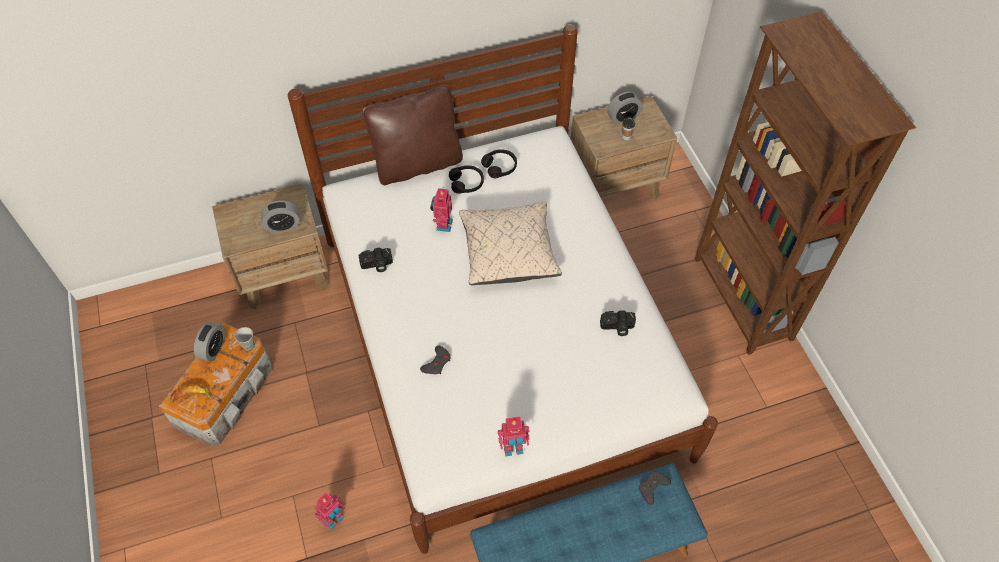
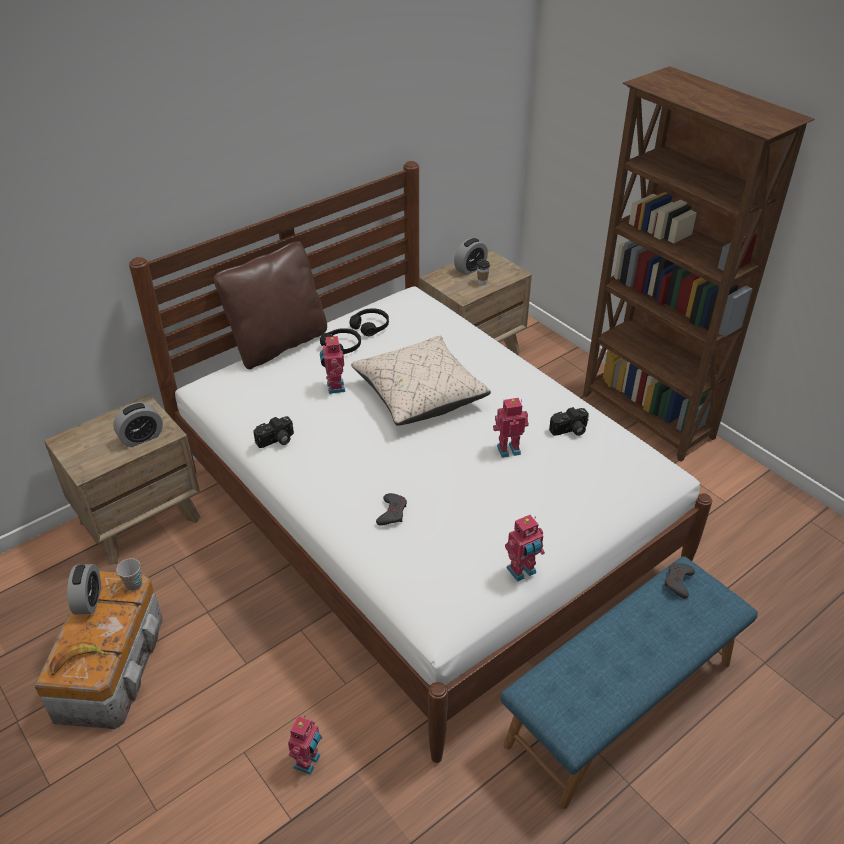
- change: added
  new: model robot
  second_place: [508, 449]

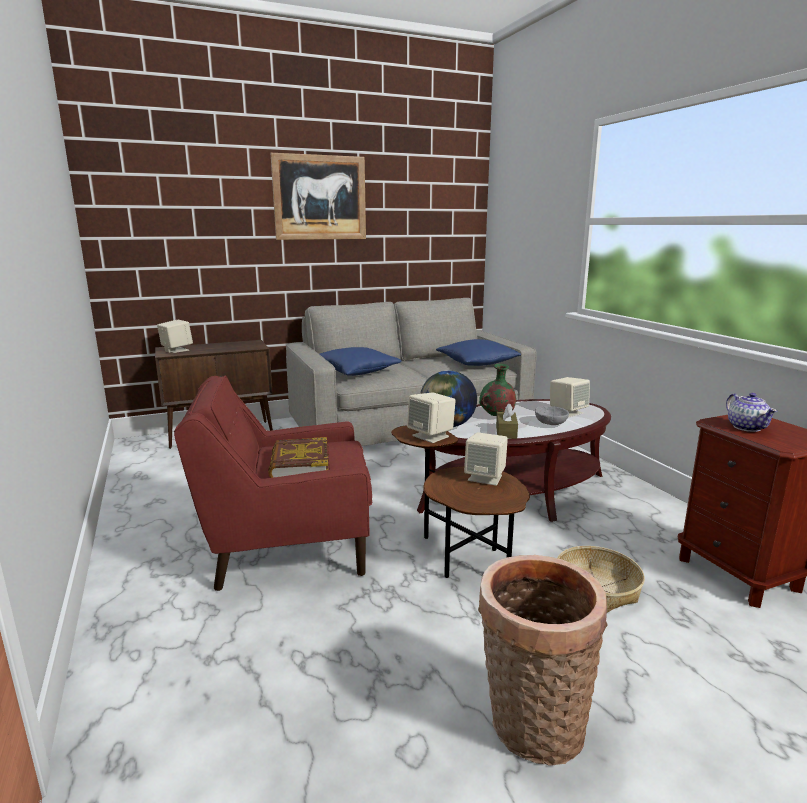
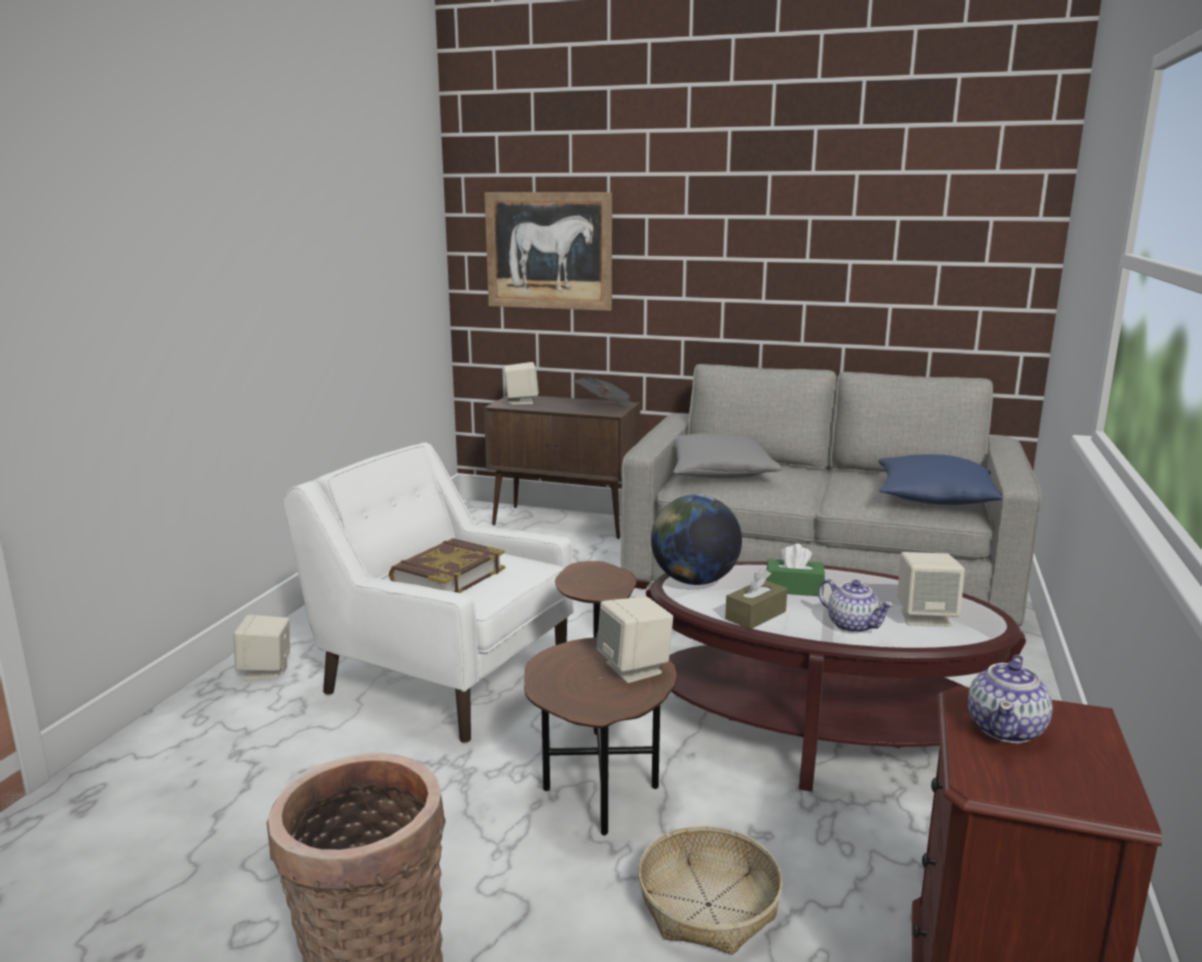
- change: recoloured
  old: lounge chair/red
  new: lounge chair/white
  first_place: [287, 546]
  second_place: [444, 676]
- change: moved
  old: picture
  first_place: [320, 198]
  second_place: [548, 251]
- change: recoloured
  old: cushion/blue
  new: cushion/grey
  first_place: [355, 372]
  second_place: [720, 473]
- change: moved
  old: audio speaker/sand-coloured
  first_place: [431, 436]
  second_place: [266, 671]
- change: replaced
  old: decorative vase/green
  new: box of tissues/green
  first_place: [496, 416]
  second_place: [794, 588]
- change: replaced
  old: deep dish/grey
  new: pot for tea
  first_place: [550, 424]
  second_place: [853, 625]
- change: added
  new: newspaper
  second_place: [605, 407]

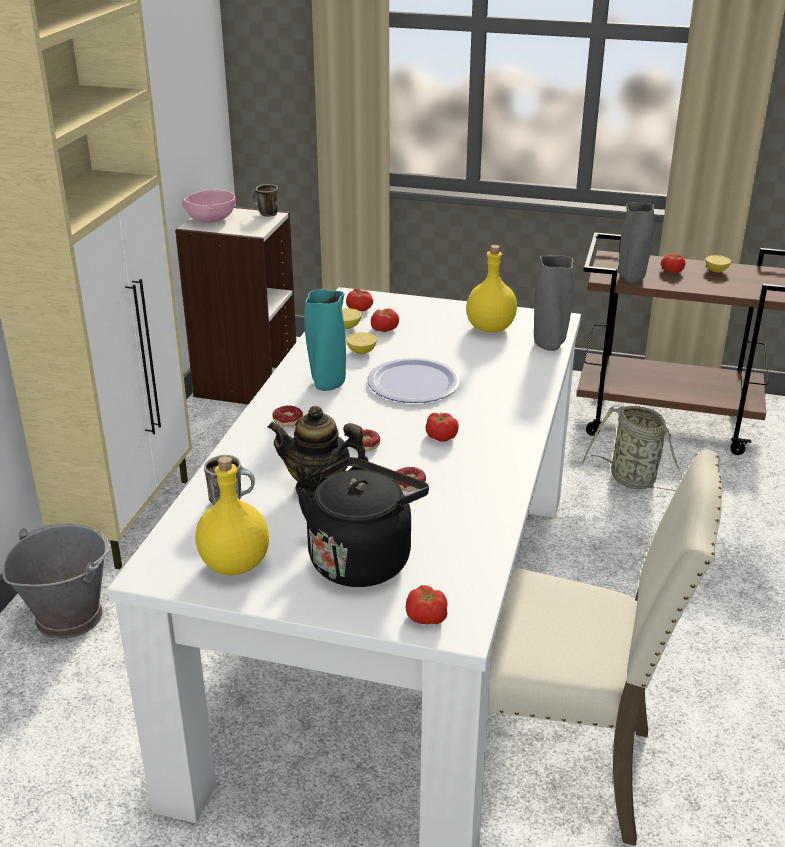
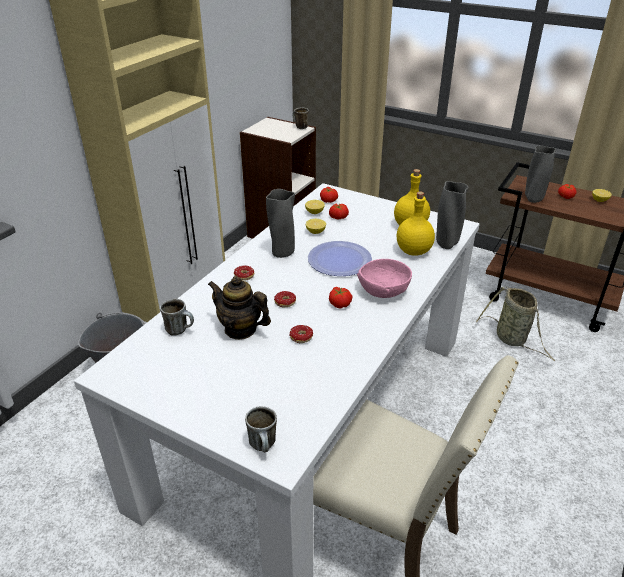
- change: moved
  old: deep dish/pink-coloured
  first_place: [211, 218]
  second_place: [383, 290]
- change: moved
  old: drink bottle/yellowish
  first_place: [234, 563]
  second_place: [413, 250]
- change: removed
  old: water kettle/blackish
  first_place: [362, 558]
- change: recoloured
  old: decorative vase/blue-green
  new: decorative vase/grey
  first_place: [327, 384]
  second_place: [282, 253]
- change: replaced
  old: fresh tomato
  new: coffee mug
  first_place: [426, 617]
  second_place: [264, 446]

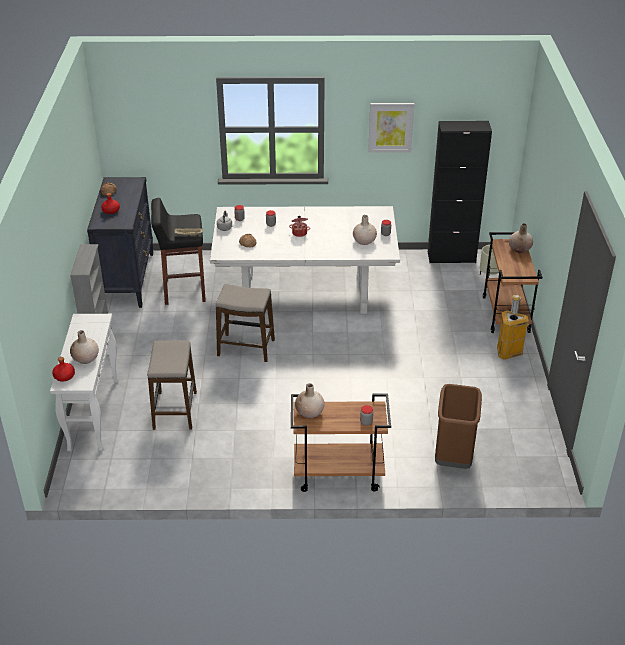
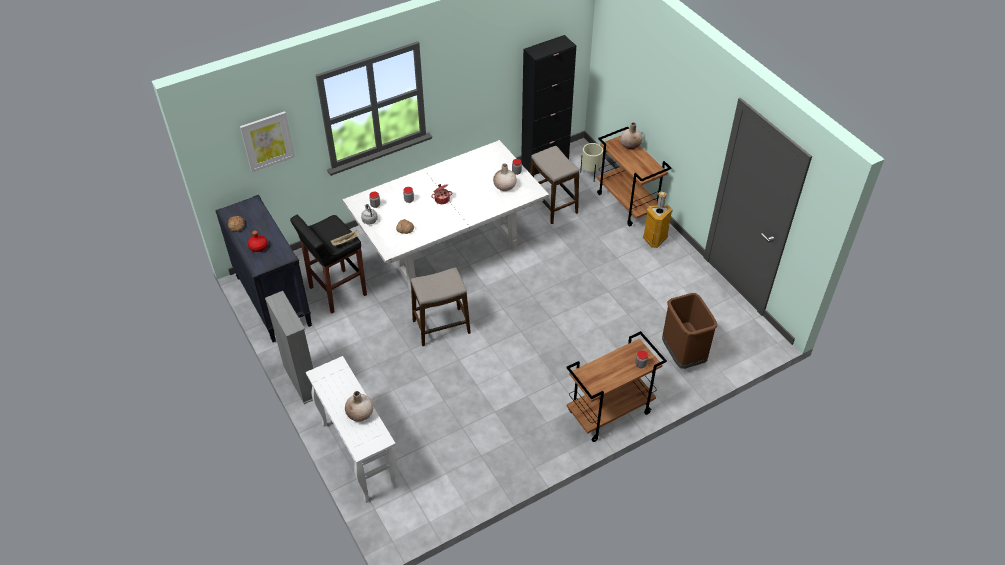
- change: removed
  old: drink bottle/red
  first_place: [64, 376]
- change: moved
  old: sitting stool
  first_place: [175, 410]
  second_place: [553, 205]
- change: removed
  old: decorative vase/sand-coloured
  first_place: [309, 412]
- change: moved
  old: picture
  first_place: [390, 127]
  second_place: [267, 141]

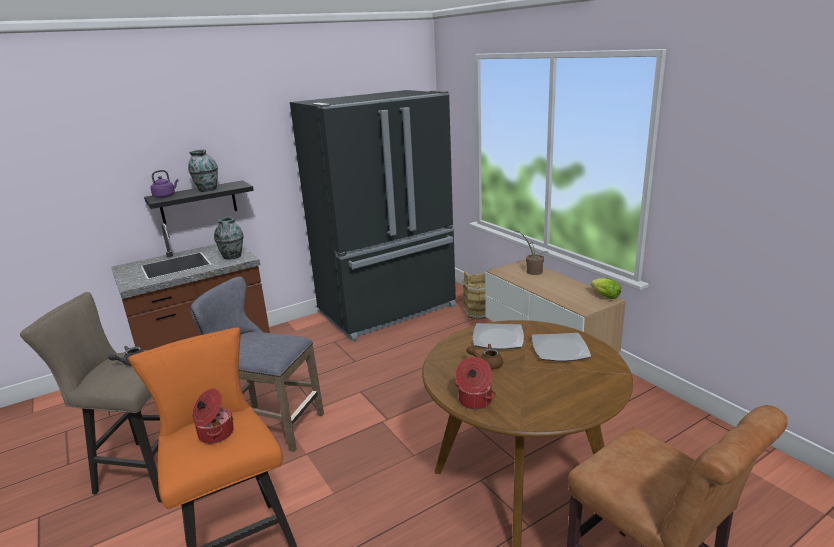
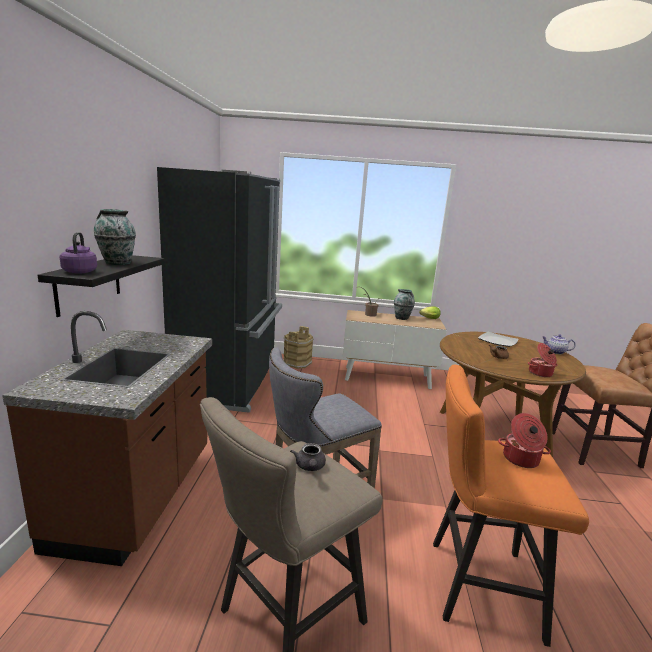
- change: moved
  old: decorative vase
  first_place: [232, 257]
  second_place: [402, 318]
- change: removed
  old: flat dish
  first_place: [498, 338]
- change: added
  new: pot for tea
  second_place: [555, 352]

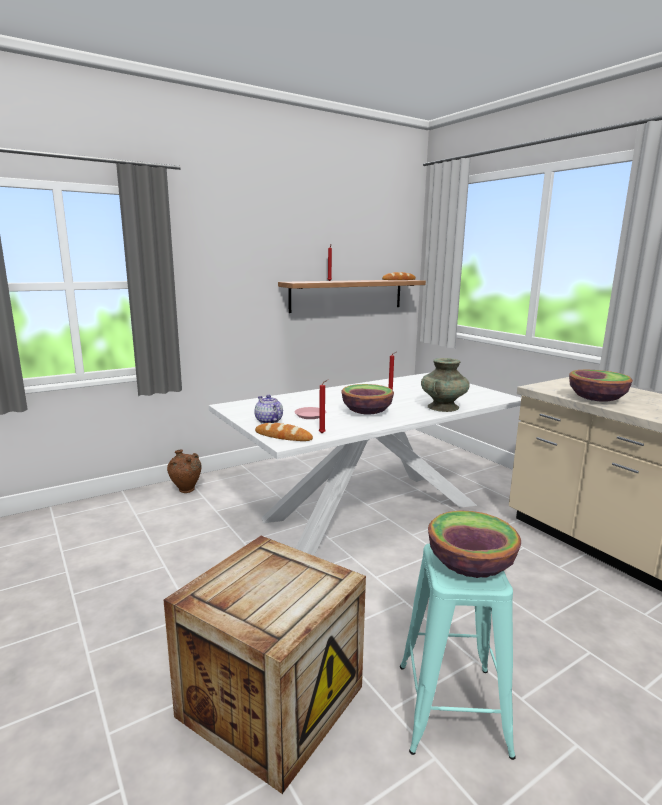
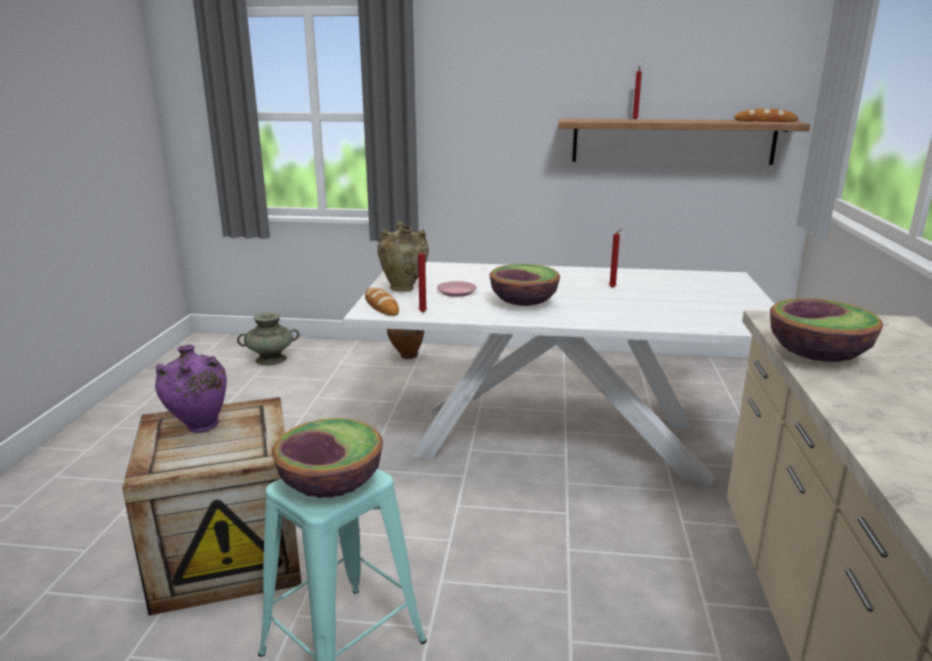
- change: replaced
  old: pot for tea
  new: decorative vase/sand-coloured
  first_place: [268, 421]
  second_place: [404, 288]
- change: moved
  old: decorative vase/blue-green
  first_place: [443, 407]
  second_place: [270, 359]
- change: added
  new: decorative vase/purplish
  second_place: [199, 428]

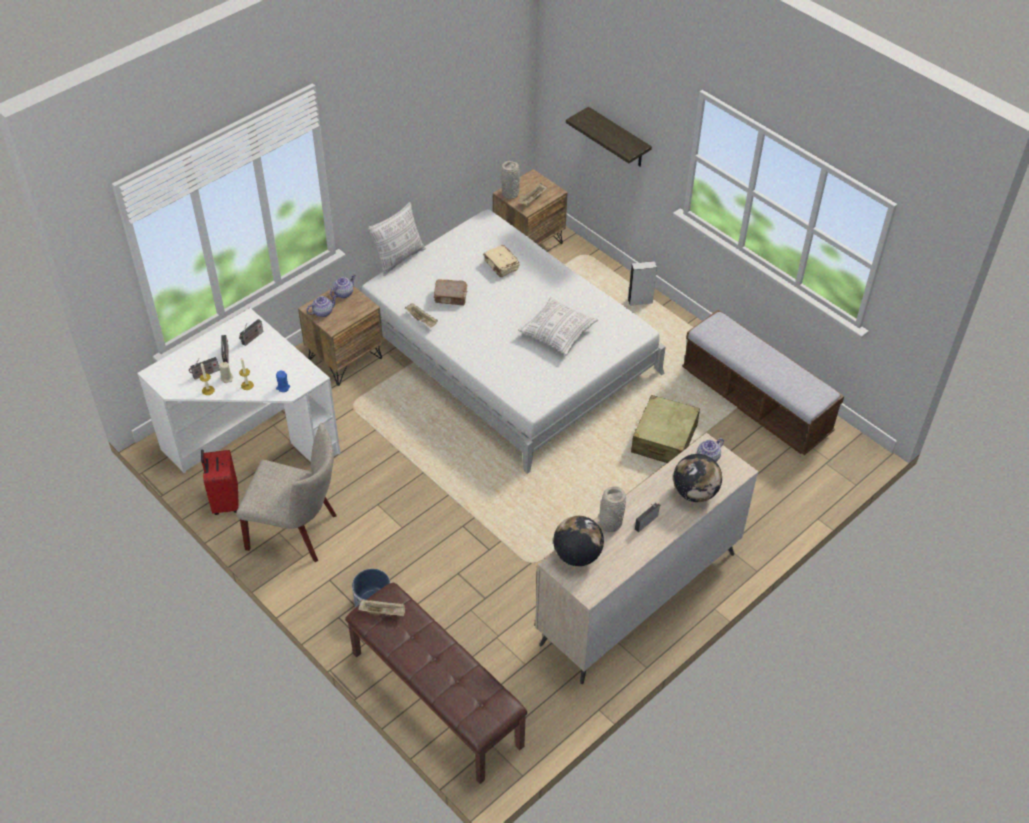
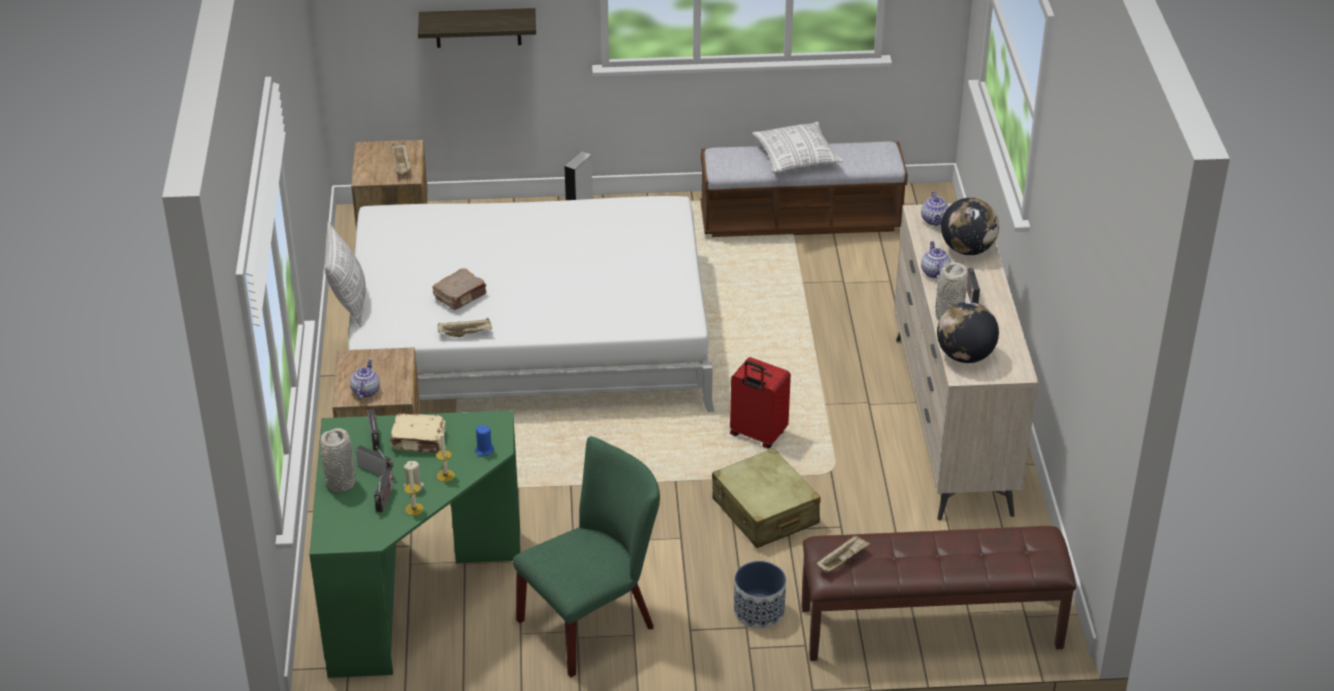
- change: recoloured
  old: desk unit/white
  new: desk unit/green
  first_place: [251, 440]
  second_place: [412, 593]
- change: moved
  old: piece of luggage/red
  first_place: [225, 502]
  second_place: [757, 435]
- change: recoloured
  old: chair/sand-coloured
  new: chair/green
  first_place: [298, 531]
  second_place: [594, 621]
- change: moved
  old: pot for tea
  first_place: [344, 293]
  second_place: [934, 272]
- change: moved
  old: book/sand-coloured
  first_place: [501, 266]
  second_place: [419, 441]
- change: moved
  old: decorative vase/grey
  first_place: [510, 194]
  second_place: [341, 482]
- change: moved
  old: cushion
  first_place: [558, 333]
  second_place: [796, 158]
- change: moved
  old: piece of luggage/sand-coloured
  first_place: [664, 439]
  second_place: [765, 512]

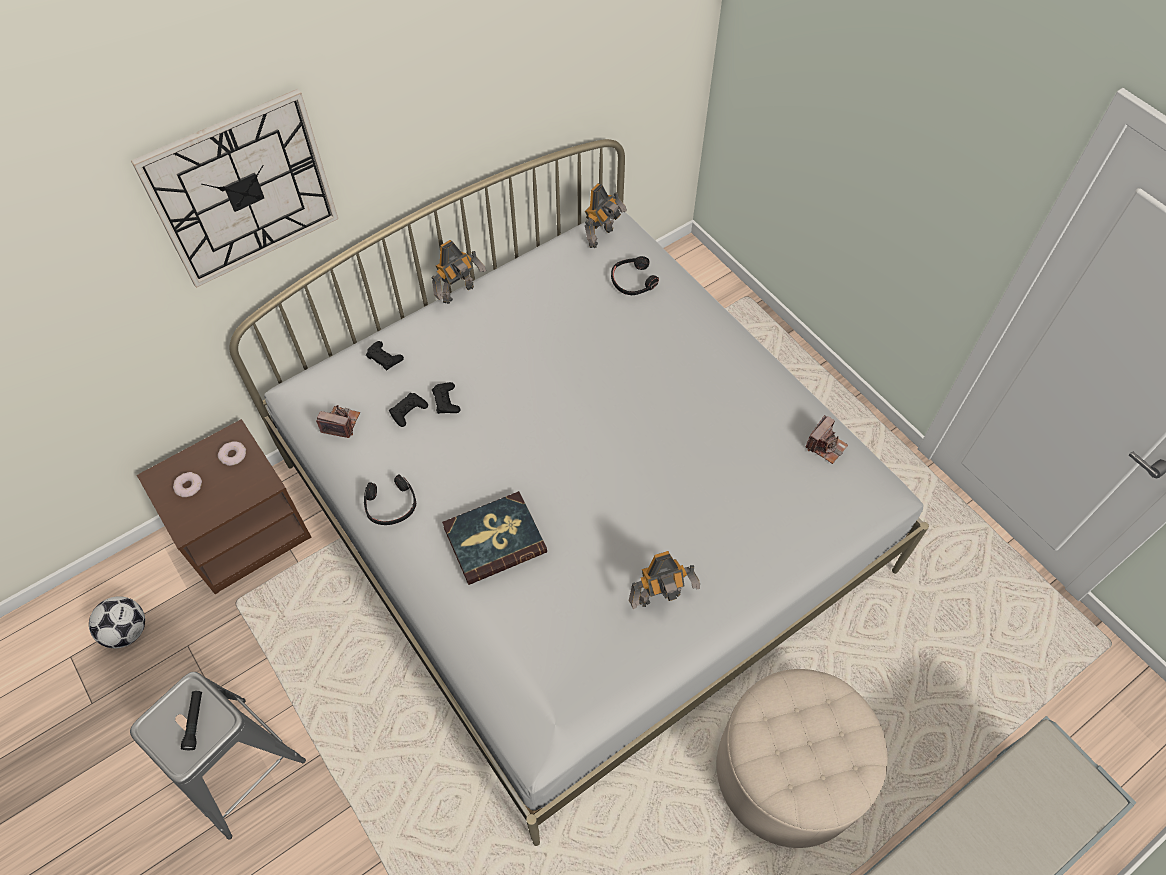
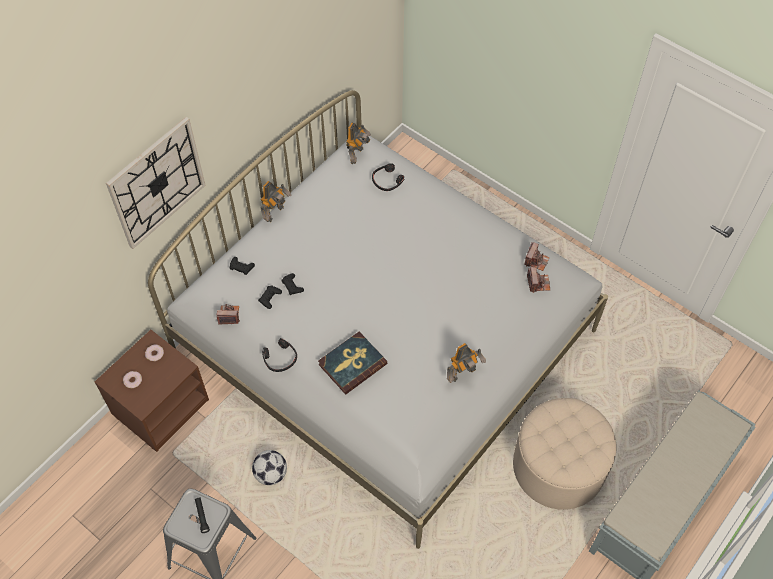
- change: moved
  old: football ball
  first_place: [127, 631]
  second_place: [271, 474]
- change: added
  new: photo camera
  second_place: [538, 283]

